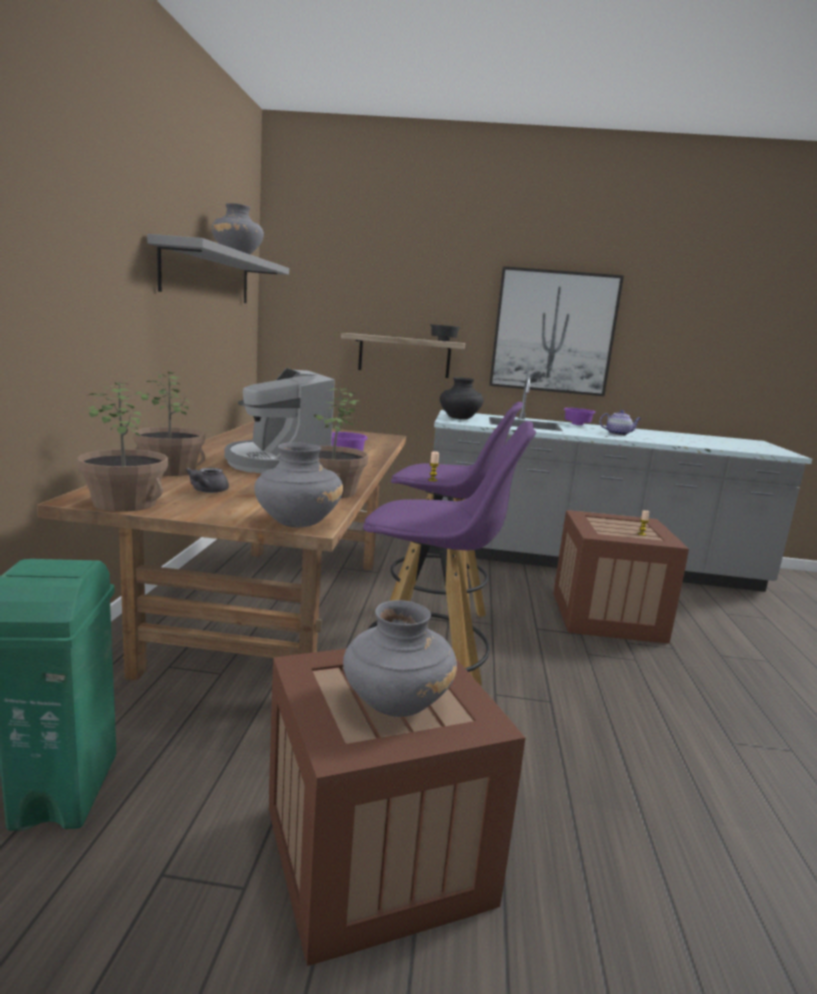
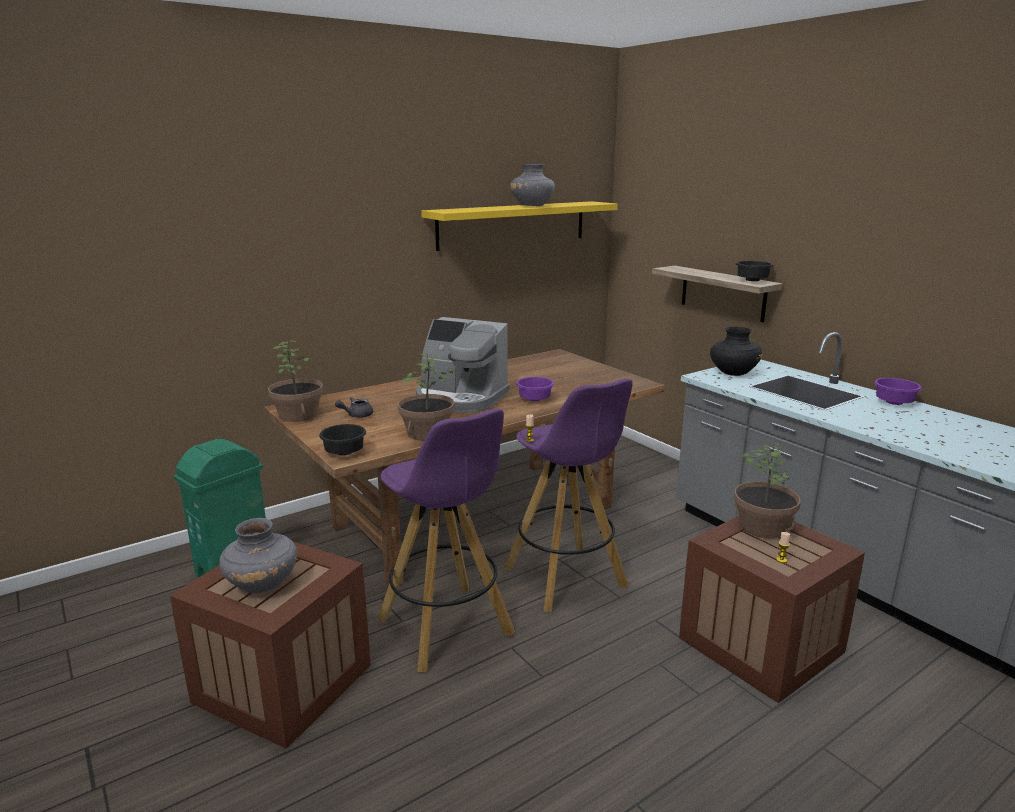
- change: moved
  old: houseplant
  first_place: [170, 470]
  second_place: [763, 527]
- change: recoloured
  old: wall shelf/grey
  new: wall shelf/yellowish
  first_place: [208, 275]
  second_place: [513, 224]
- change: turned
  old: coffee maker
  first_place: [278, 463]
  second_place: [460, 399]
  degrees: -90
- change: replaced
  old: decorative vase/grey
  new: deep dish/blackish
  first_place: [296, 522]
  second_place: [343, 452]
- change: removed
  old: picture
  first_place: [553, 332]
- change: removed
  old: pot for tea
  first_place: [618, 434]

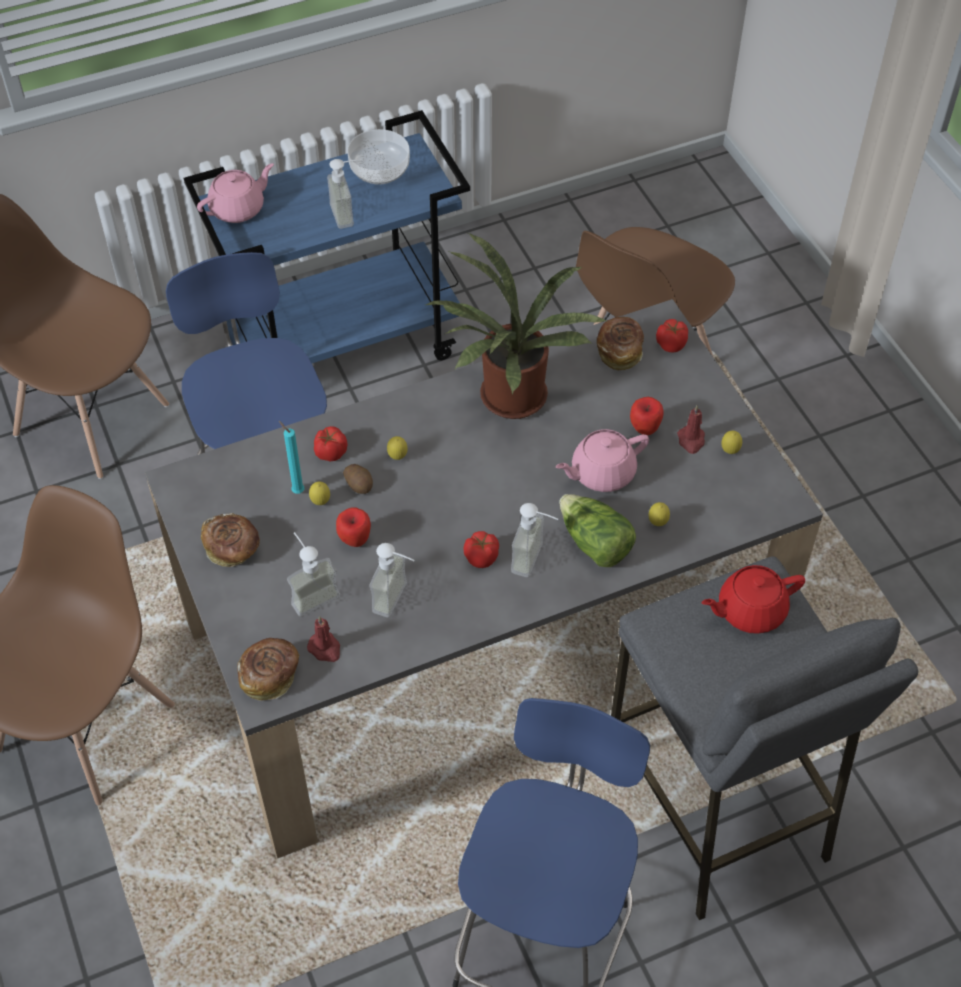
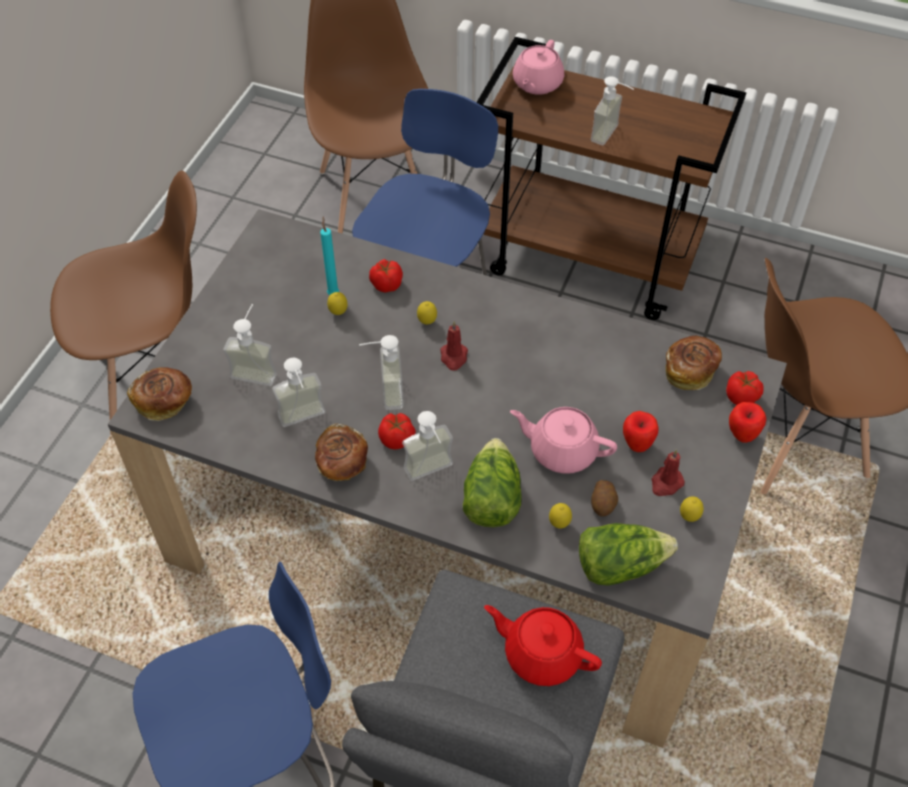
- change: recoloured
  old: trolley/blue
  new: trolley/brownish
  first_place: [345, 344]
  second_place: [591, 260]
- change: turned
  old: pot for tea/pink-coloured
  first_place: [238, 209]
  second_place: [537, 84]
  degrees: 105
- change: moved
  old: baked bread
  first_place: [233, 549]
  second_place: [342, 464]
- change: moved
  old: wax candle/red
  first_place: [325, 649]
  second_place: [454, 357]
- change: moved
  old: apple
  first_place: [355, 541]
  second_place: [742, 435]
- change: moved
  old: potato
  first_place: [359, 484]
  second_place: [603, 504]
- change: removed
  old: deep dish
  first_place: [379, 170]
- change: removed
  old: houseplant
  first_place: [509, 402]
- change: added
  new: soap dispenser
  second_place: [383, 392]
- change: added
  new: lettuce
  second_place: [619, 564]

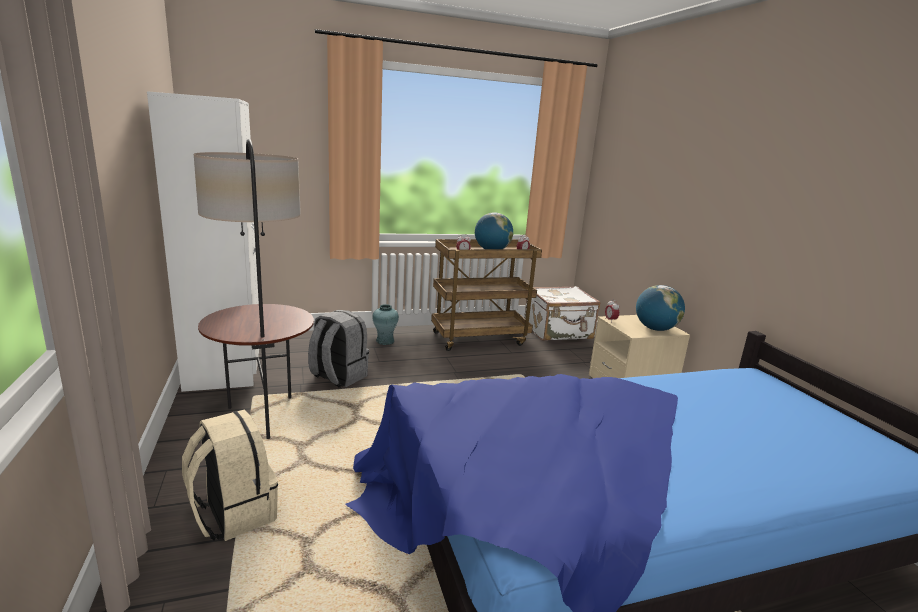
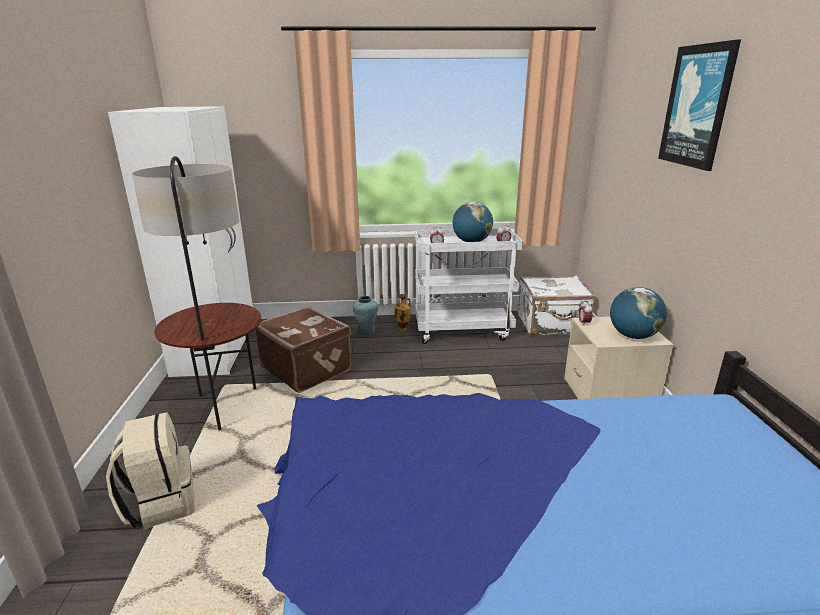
- change: replaced
  old: knapsack/grey
  new: piece of luggage/brownish
  first_place: [338, 377]
  second_place: [307, 368]
- change: recoloured
  old: trolley/brownish
  new: trolley/white
  first_place: [480, 338]
  second_place: [463, 330]
- change: added
  new: decorative vase
  second_place: [403, 329]
- change: added
  new: picture
  second_place: [697, 106]

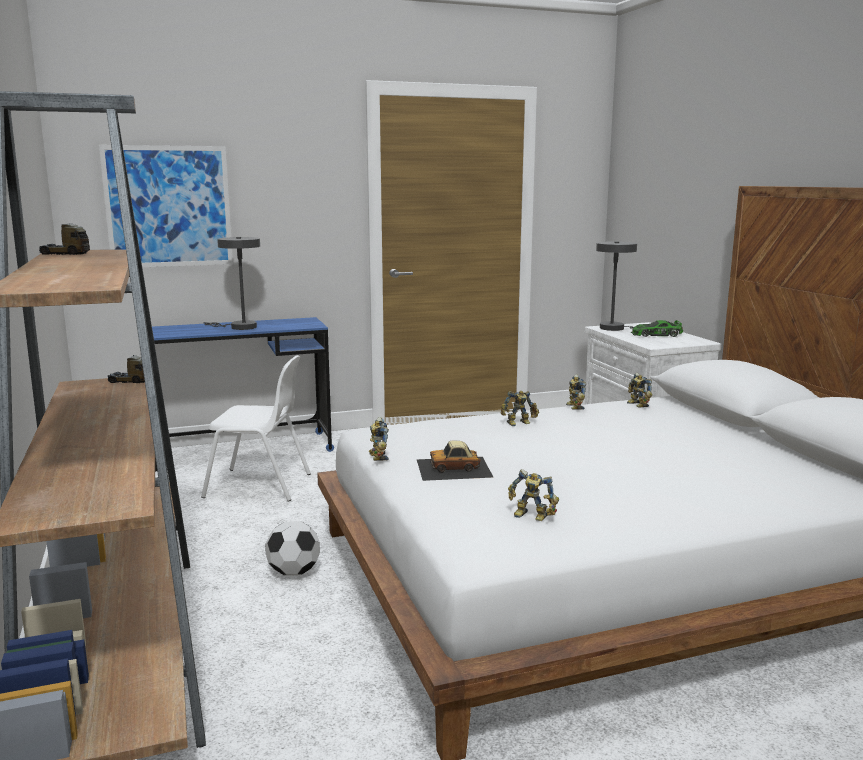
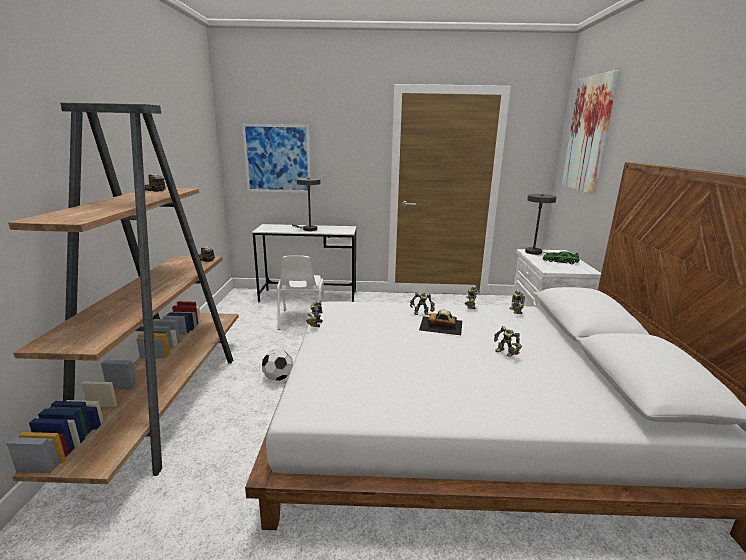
- change: recoloured
  old: desk unit/blue
  new: desk unit/white
  first_place: [243, 451]
  second_place: [308, 297]
- change: turned
  old: chair/white
  first_place: [260, 485]
  second_place: [301, 319]
  degrees: 60
- change: moved
  old: miniature car
  first_place: [454, 468]
  second_place: [441, 325]
- change: moved
  old: model robot
  first_place: [531, 517]
  second_place: [505, 353]
- change: added
  new: picture
  second_place: [588, 134]

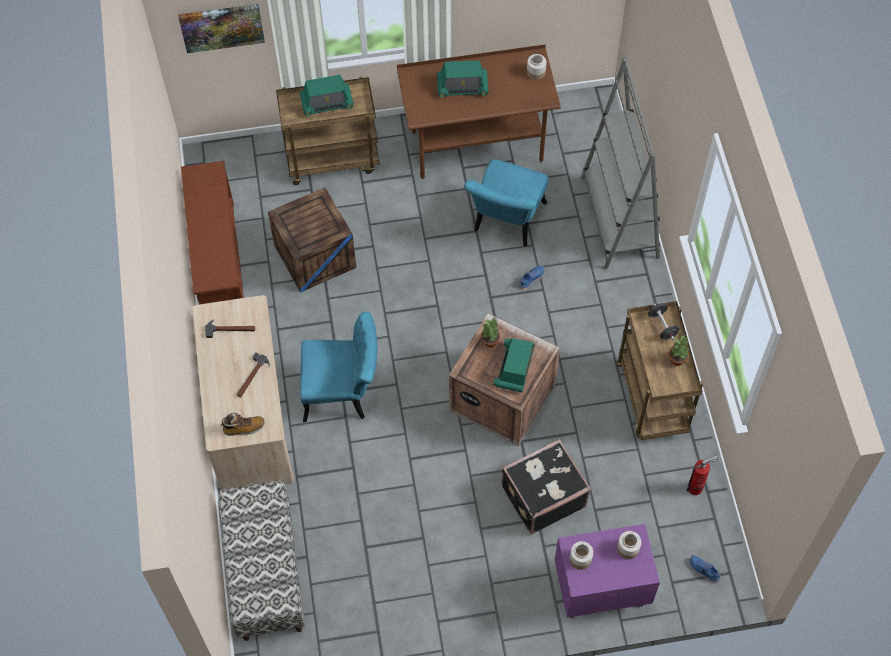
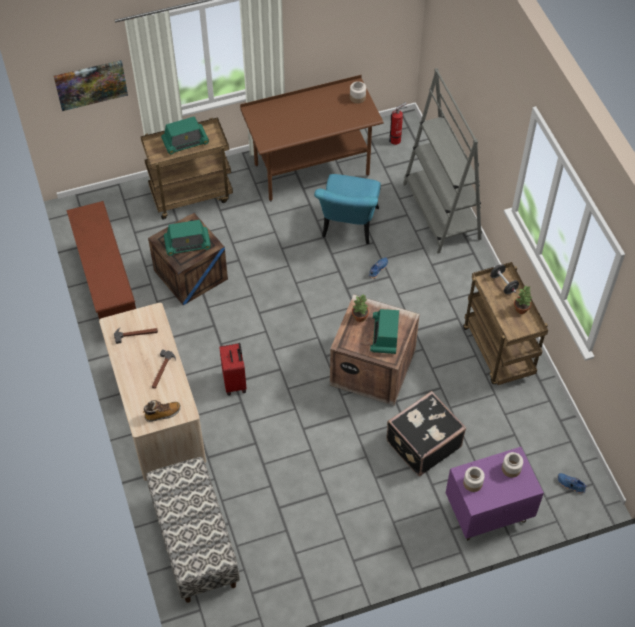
- change: replaced
  old: chair/blue-green
  new: piece of luggage/red
  first_place: [343, 392]
  second_place: [235, 382]
- change: moved
  old: radio
  first_place: [462, 86]
  second_place: [187, 244]
- change: moved
  old: fire-fighting cylinder
  first_place: [697, 487]
  second_place: [396, 139]

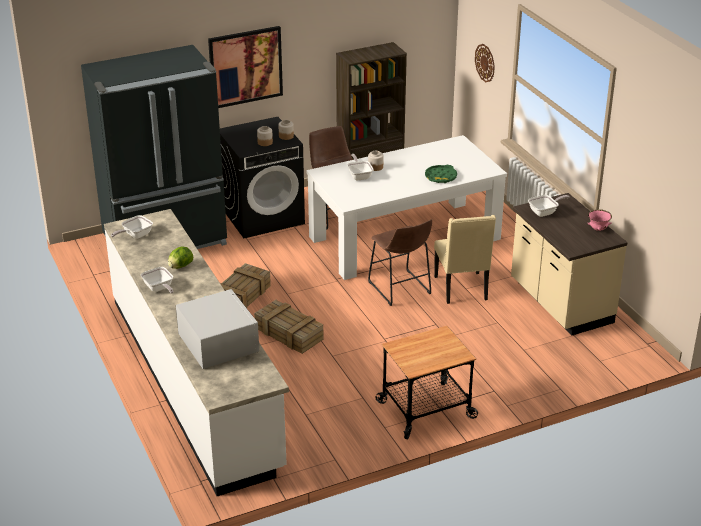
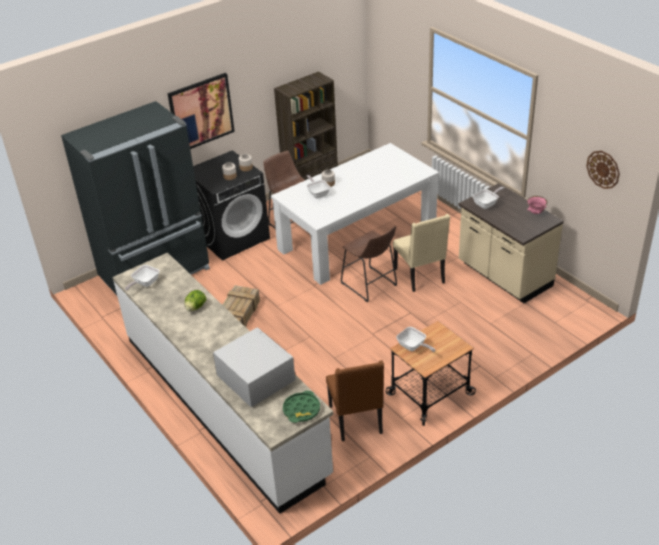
- change: moved
  old: frying pan
  first_place: [159, 289]
  second_place: [413, 347]
- change: removed
  old: crate
  first_place: [288, 333]
- change: moved
  old: carrying tray/green
  first_place: [440, 177]
  second_place: [301, 410]
- change: moved
  old: wall clock
  first_place: [485, 63]
  second_place: [603, 169]
- change: added
  new: chair/brownish
  second_place: [357, 420]

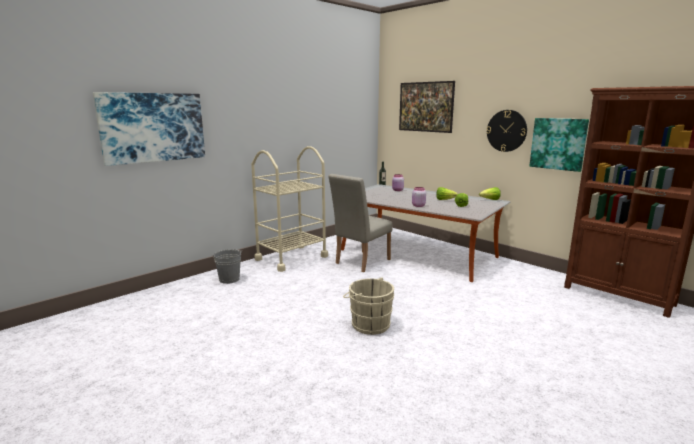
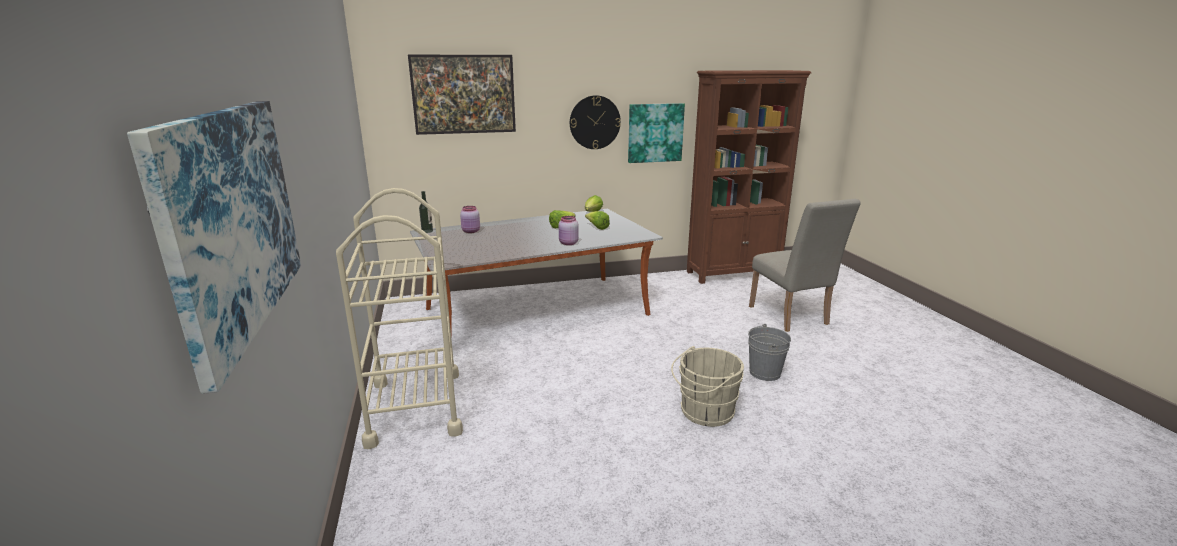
- change: moved
  old: pail/grey
  first_place: [229, 279]
  second_place: [764, 373]
- change: moved
  old: chair/sand-coloured
  first_place: [360, 262]
  second_place: [791, 317]

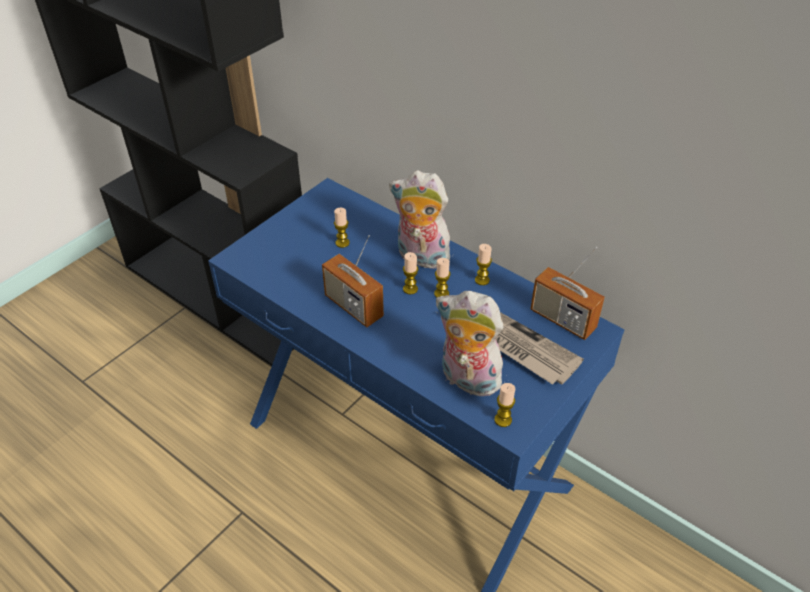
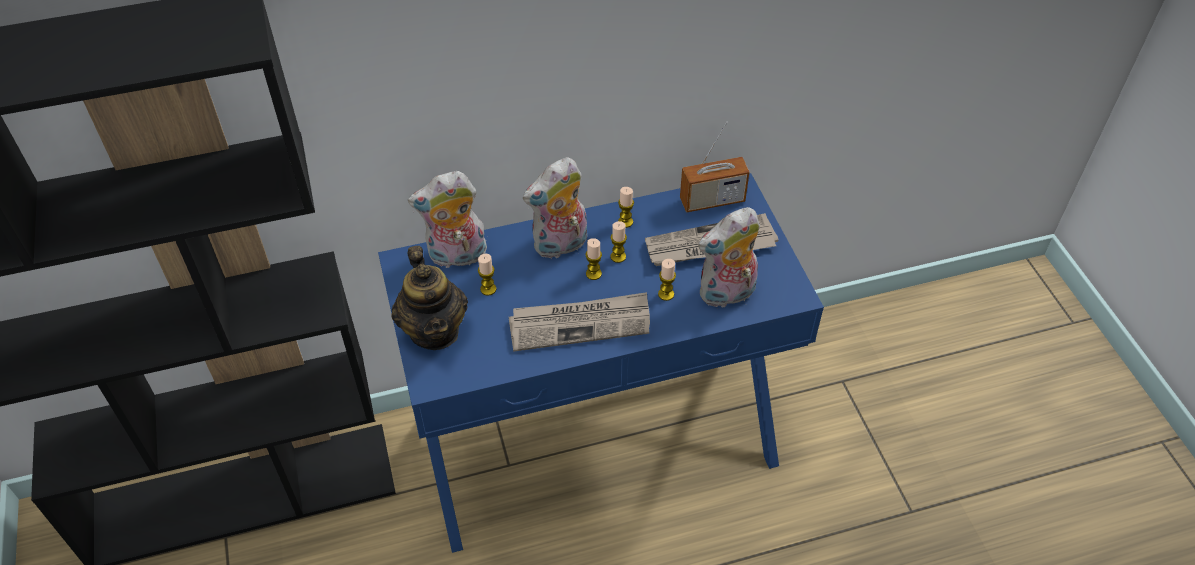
- change: replaced
  old: radio
  new: newspaper
  first_place: [353, 306]
  second_place: [580, 323]
- change: moved
  old: wax candle
  first_place: [503, 420]
  second_place: [666, 294]
- change: added
  new: pot for tea
  second_place: [434, 330]
- change: added
  new: plush toy
  second_place: [456, 257]

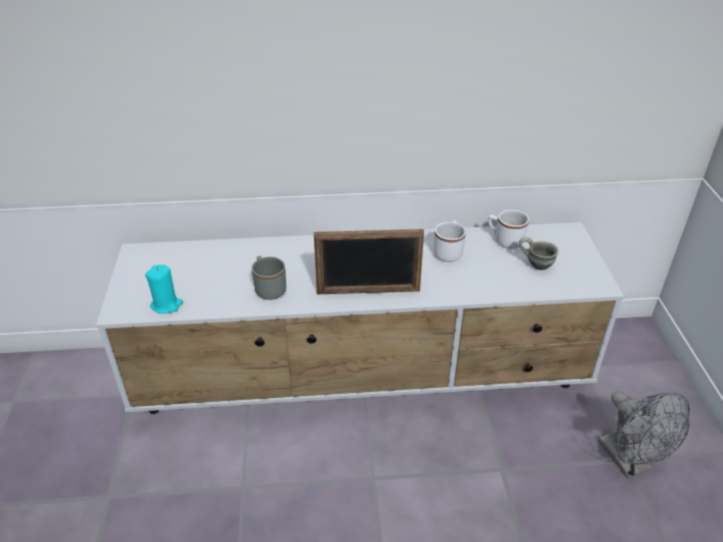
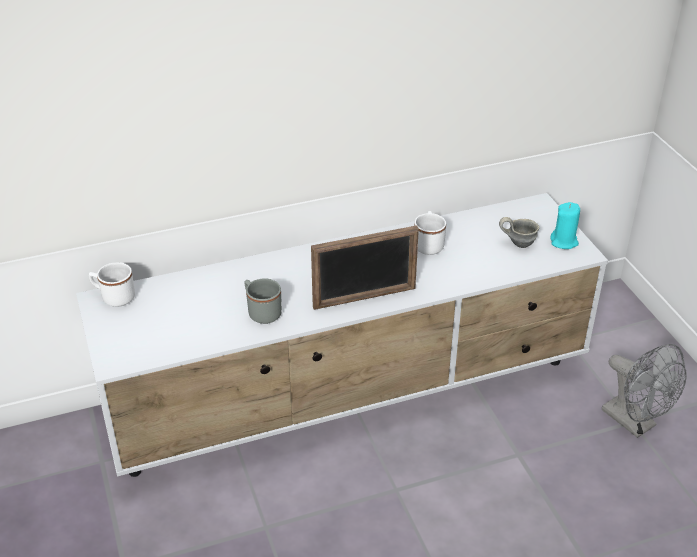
- change: moved
  old: wax candle/blue-green
  first_place: [166, 305]
  second_place: [564, 242]
- change: moved
  old: coffee mug/white
  first_place: [505, 240]
  second_place: [114, 297]

